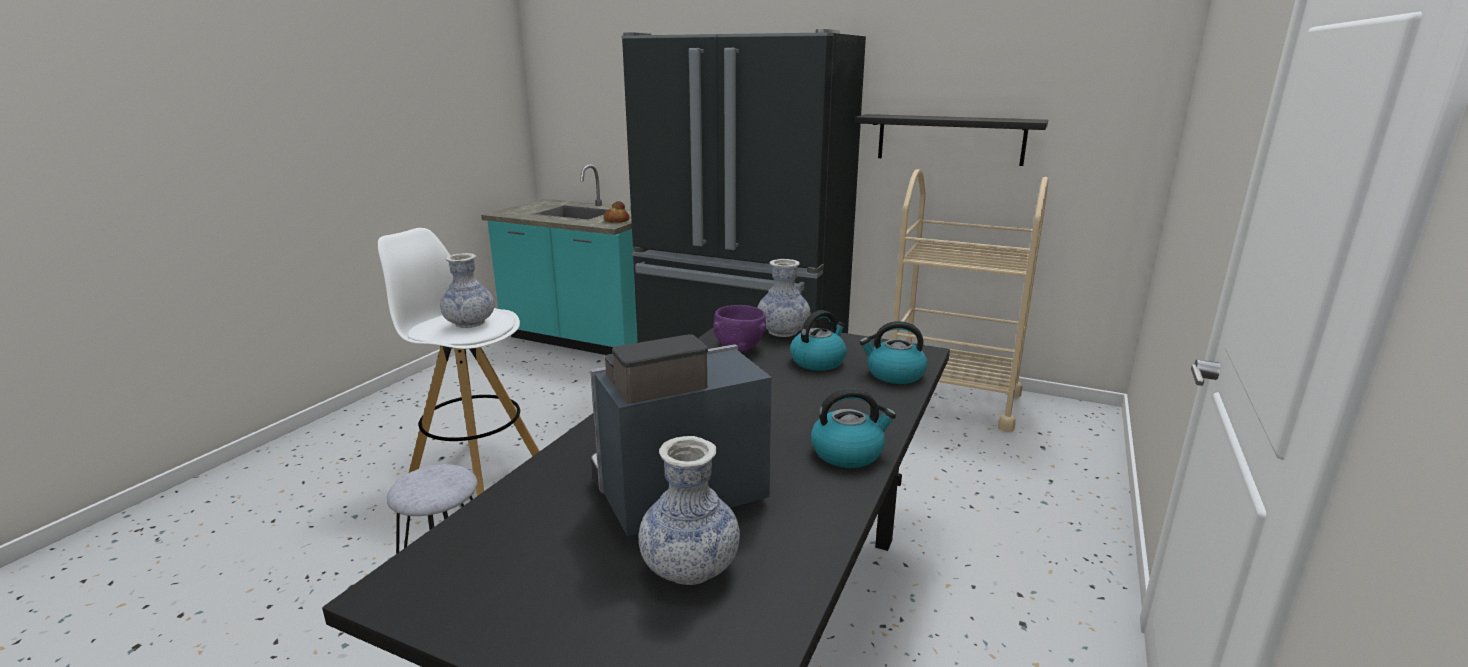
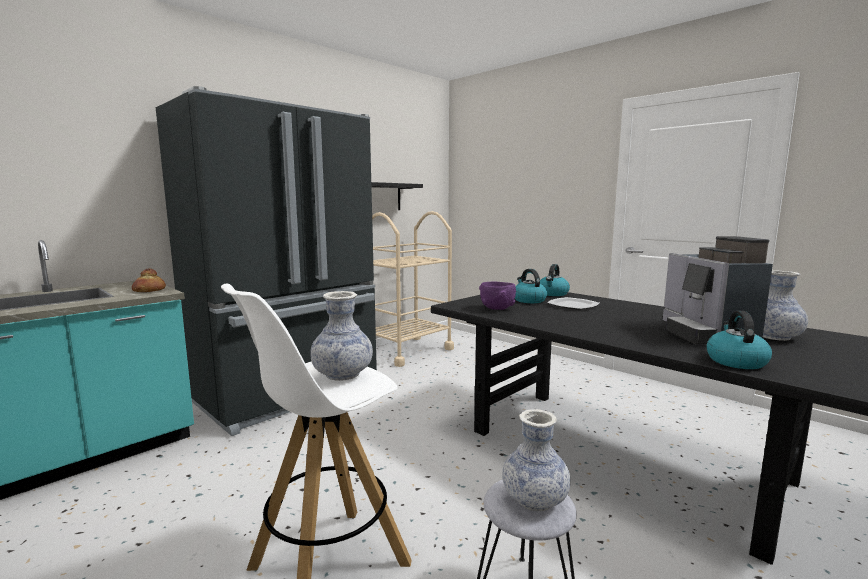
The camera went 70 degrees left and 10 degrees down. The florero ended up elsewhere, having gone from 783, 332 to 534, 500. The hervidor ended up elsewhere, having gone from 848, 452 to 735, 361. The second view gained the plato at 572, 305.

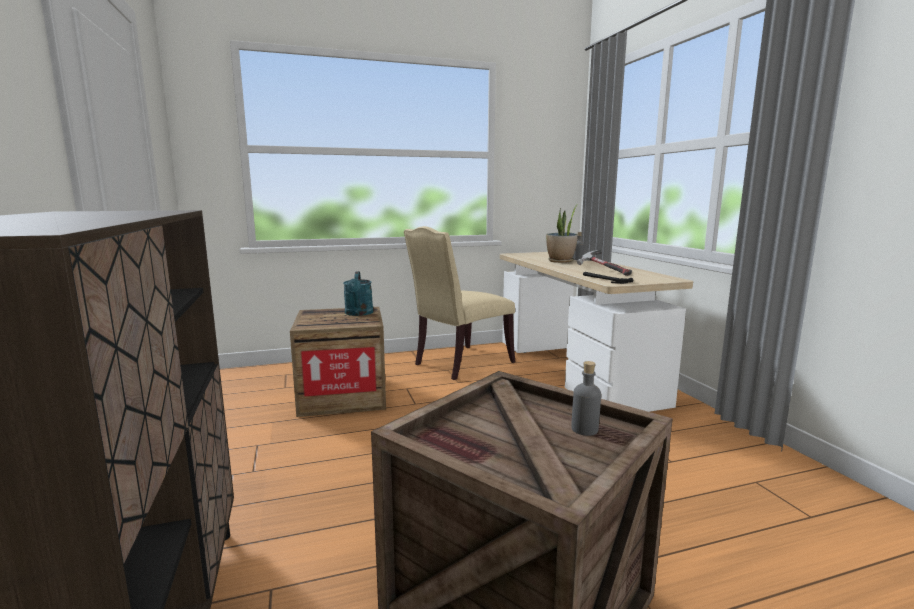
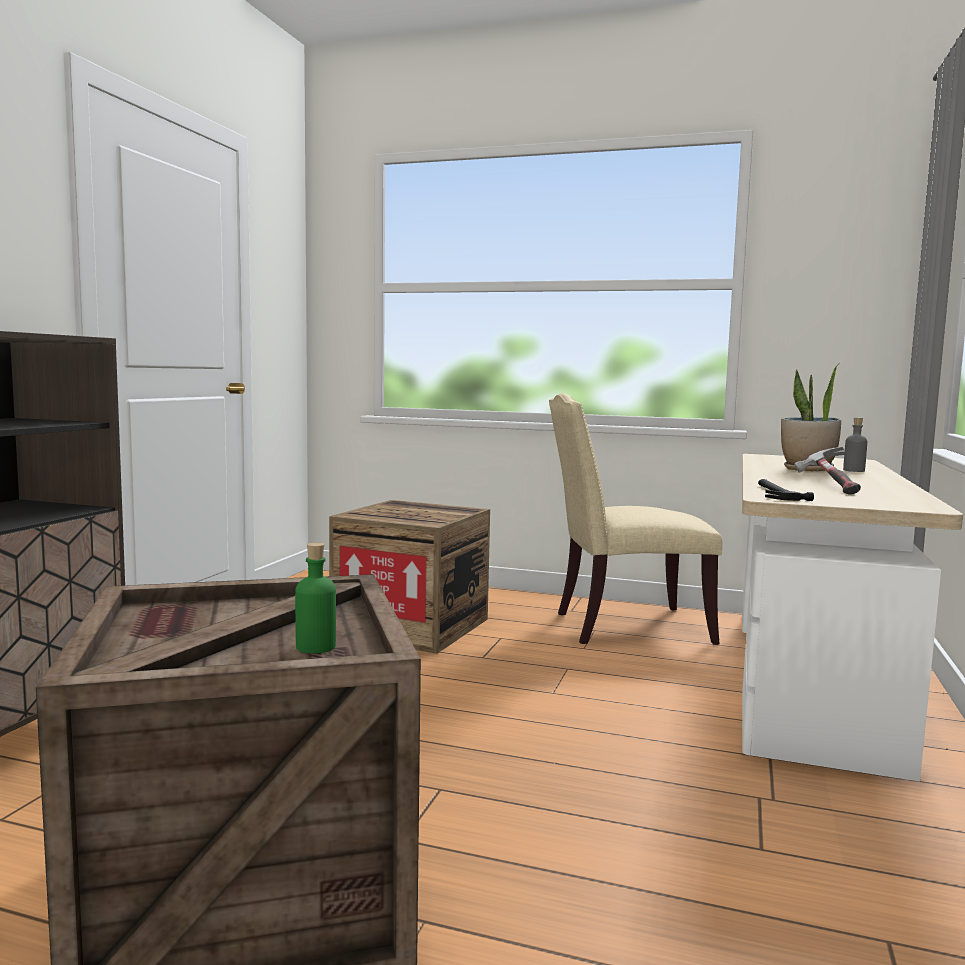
The camera went 35 degrees right and 5 degrees down. The second view lost the regadera [turquesa] at 358, 313. What was the botella [gris] at 584, 429 turned into the botella [verde] at 316, 647.

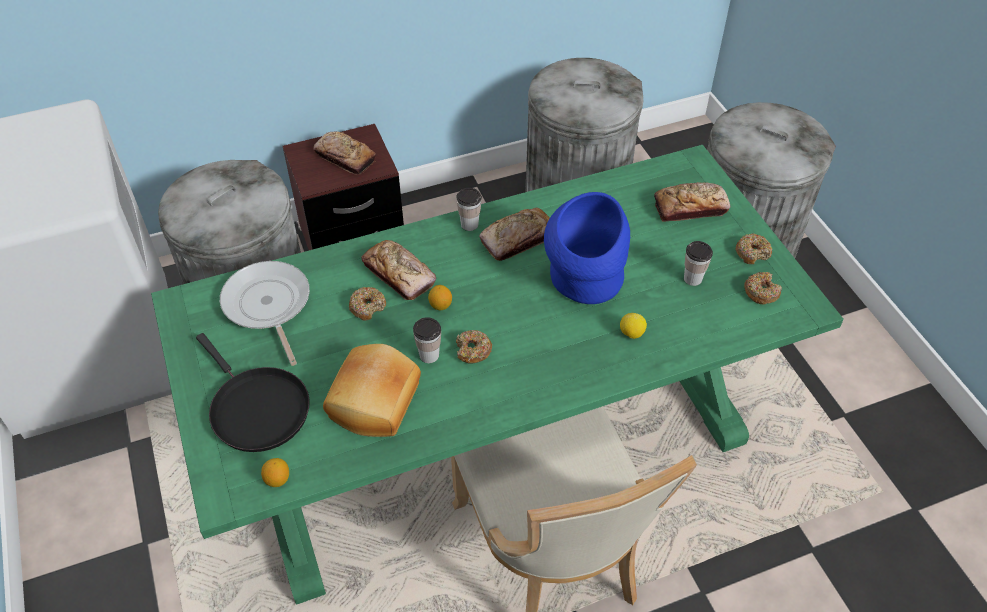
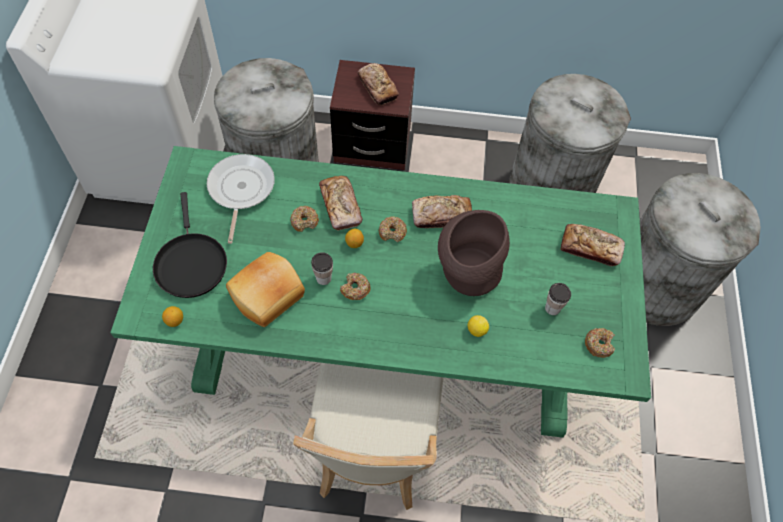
The camera went 25 degrees right and 10 degrees up. The second view lost the taza at 469, 224. What was the florero [azul] at 583, 284 turned into the florero [marrón] at 467, 274. The rosquilla ended up elsewhere, having gone from 752, 253 to 392, 232.

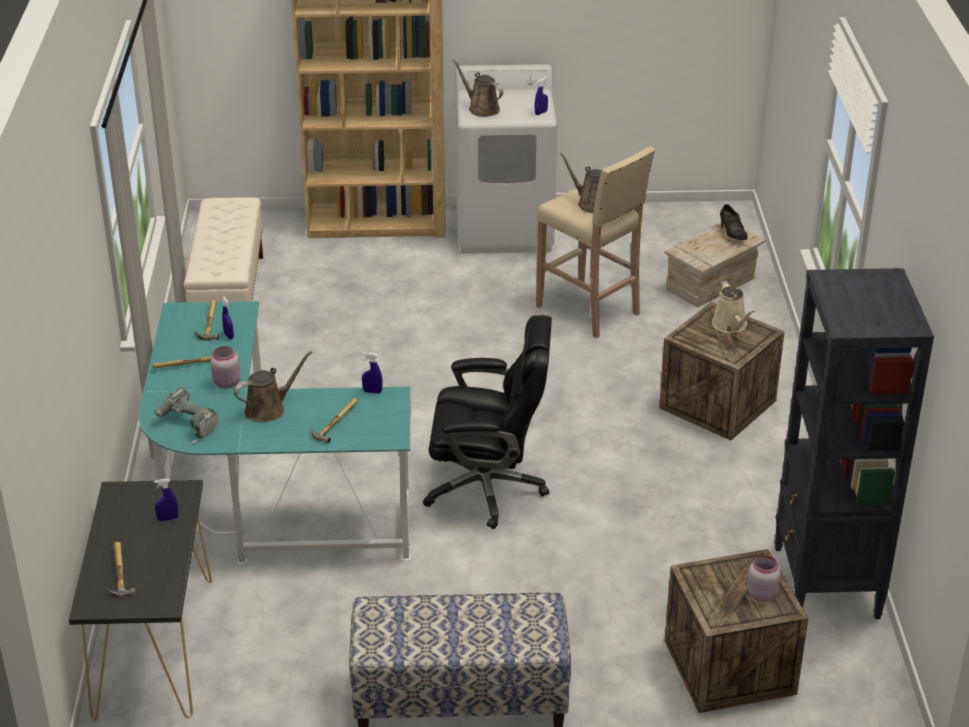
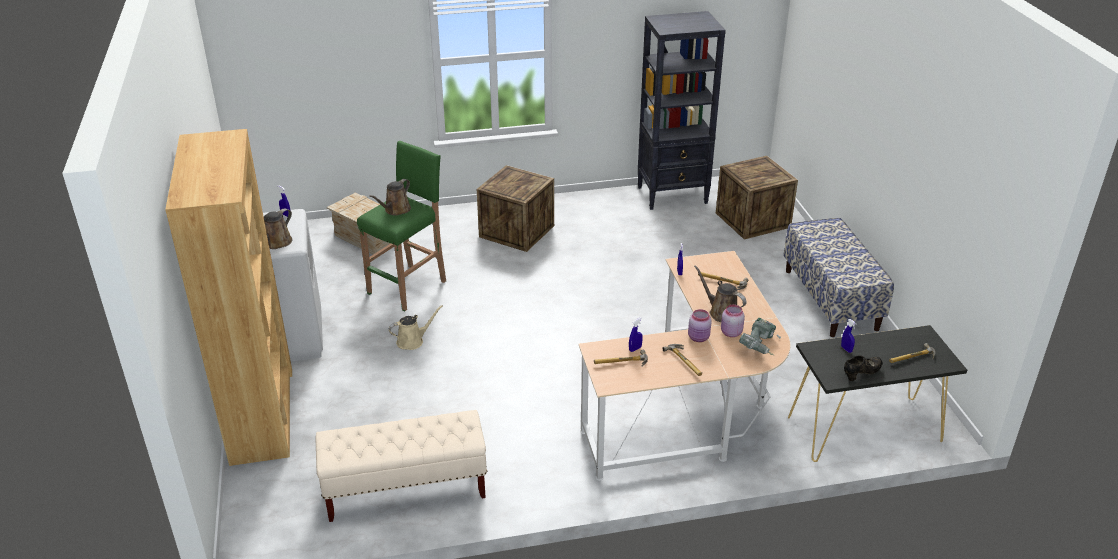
The camera went 100 degrees left and 0 degrees up. What was the escritorio [turquesa] at 259, 500 turned into the escritorio [beis] at 691, 410. The second view lost the silla de oficina [negro] at 488, 488. What was the taburete [beis] at 589, 311 turned into the taburete [verde] at 408, 286. The regadera [beis] ended up elsewhere, having gone from 731, 325 to 412, 341. The zapato [negro] ended up elsewhere, having gone from 732, 234 to 861, 373. The tarro [rosa] ended up elsewhere, having gone from 761, 593 to 730, 333.

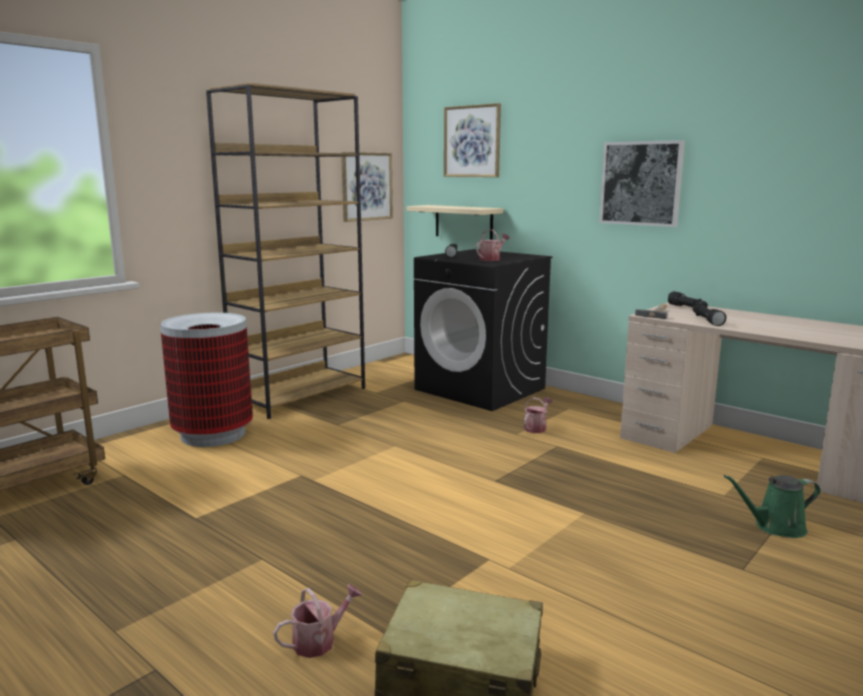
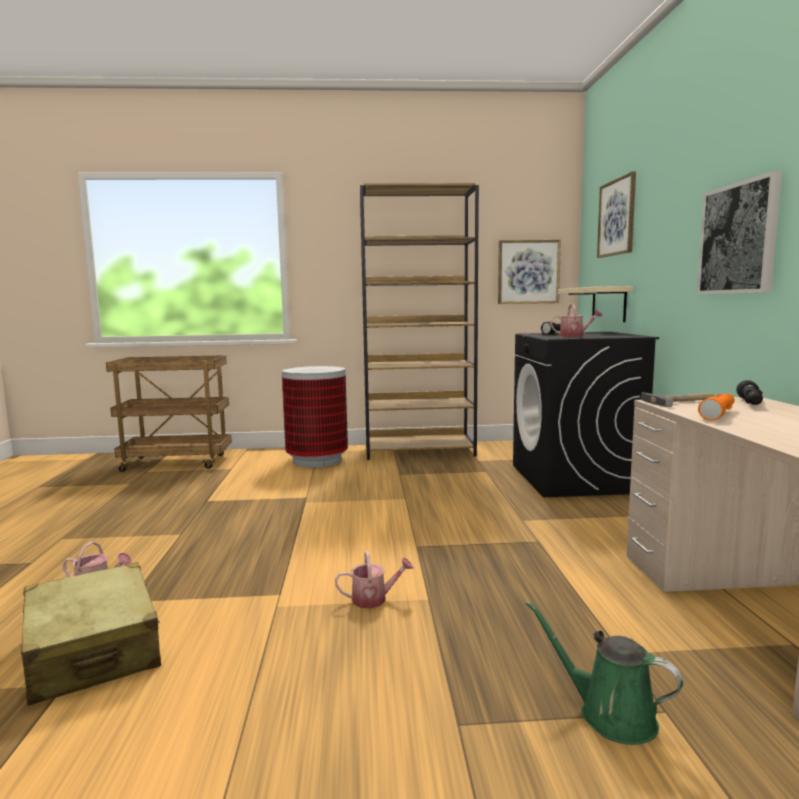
The camera went 45 degrees right and 5 degrees down. The regadera ended up elsewhere, having gone from 536, 428 to 374, 599. What was the linterna [negro] at 706, 320 turned into the linterna [naranja] at 718, 414.

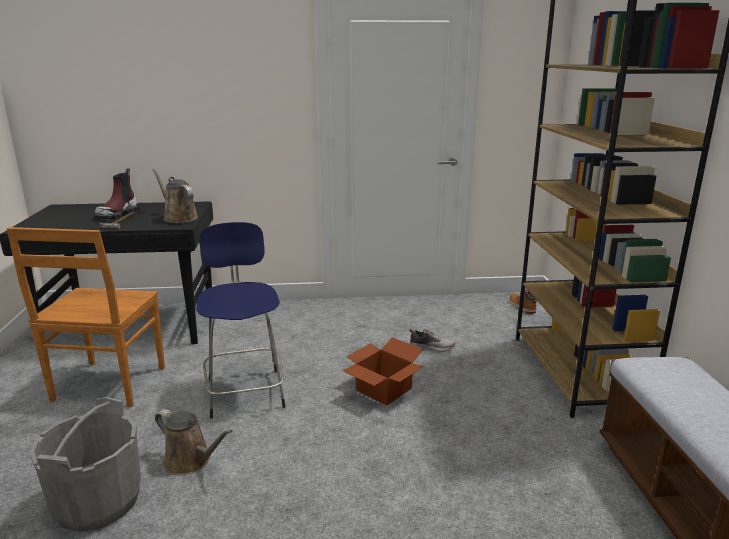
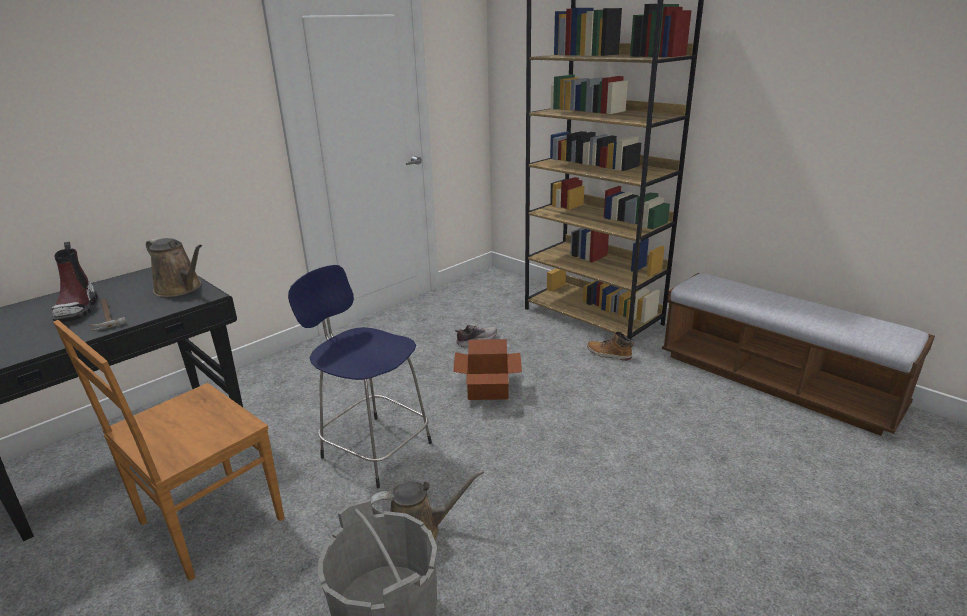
The camera went 40 degrees left and 5 degrees up. The silla [marrón] at 108, 385 ended up facing another way, 75 degrees clockwise from before. The regadera [marrón] at 178, 218 ended up facing another way, 150 degrees counterclockwise from before. The bota ended up elsewhere, having gone from 521, 307 to 608, 354.

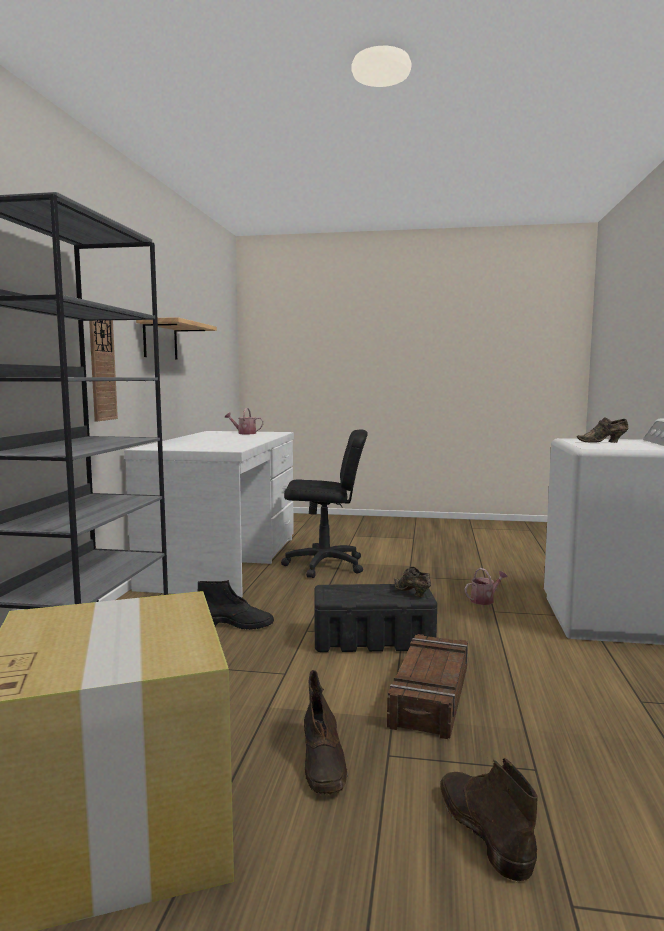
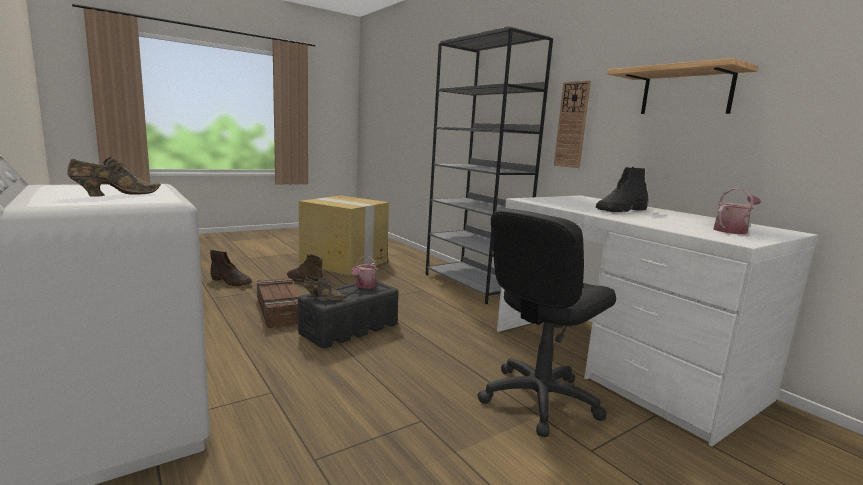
The camera went 135 degrees right and 5 degrees up. The bota [negro] ended up elsewhere, having gone from 237, 624 to 621, 211. The regadera ended up elsewhere, having gone from 484, 600 to 364, 286.

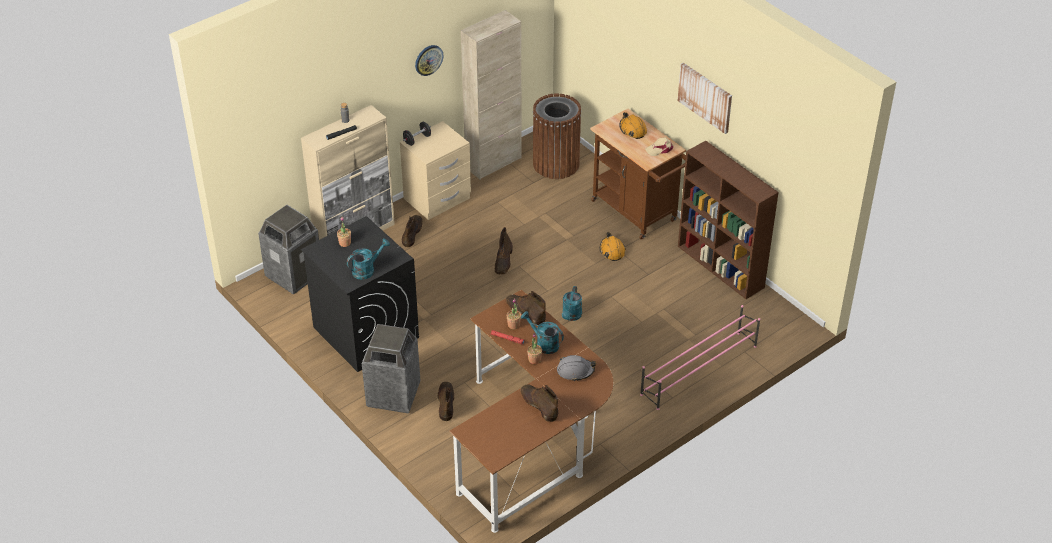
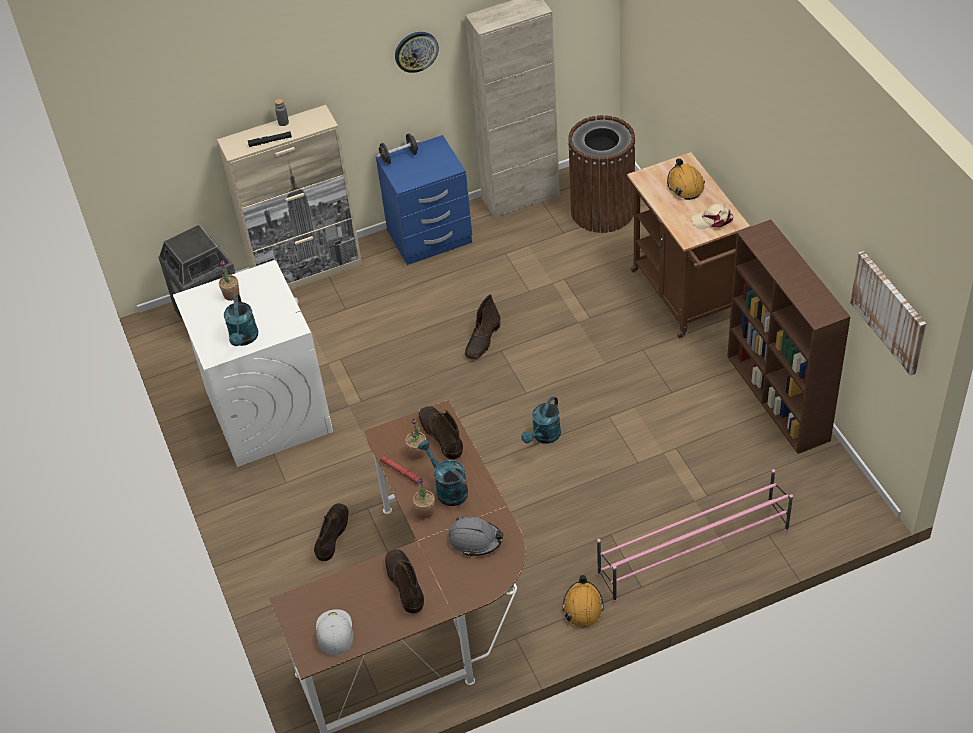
The camera went 20 degrees right and 5 degrees up. What was the lavadora [negro] at 365, 332 turned into the lavadora [blanco] at 268, 411. The regadera [turquesa] at 367, 270 ended up facing another way, 105 degrees clockwise from before. The second view lost the papelera at 393, 395. What was the mesita de noche [beis] at 437, 199 turned into the mesita de noche [azul] at 430, 237. The second view lost the bota [marrón] at 412, 233. The casco [naranja] ended up elsewhere, having gone from 612, 250 to 583, 607. The cuadro ended up elsewhere, having gone from 705, 97 to 889, 311. The second view gained the gorra [blanco] at 334, 632.

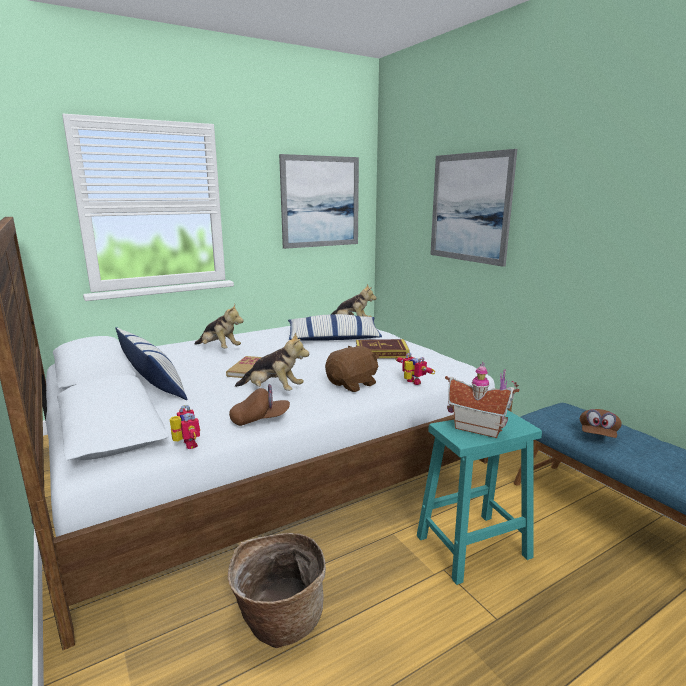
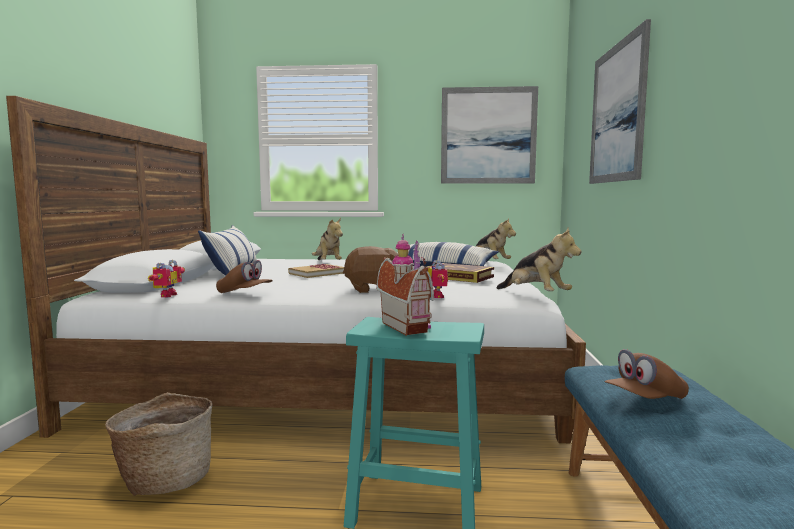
The camera went 35 degrees right and 10 degrees down. The peluche ended up elsewhere, having gone from 273, 390 to 535, 295.

